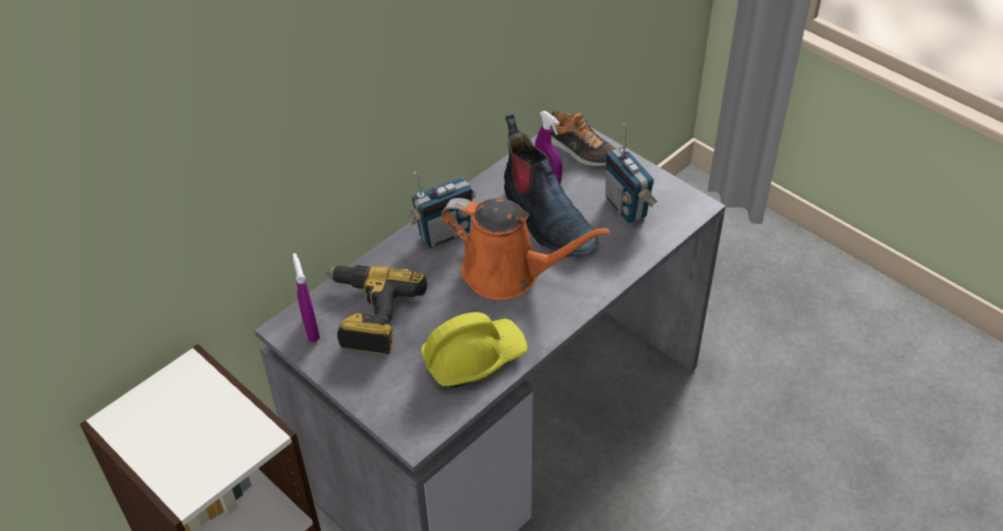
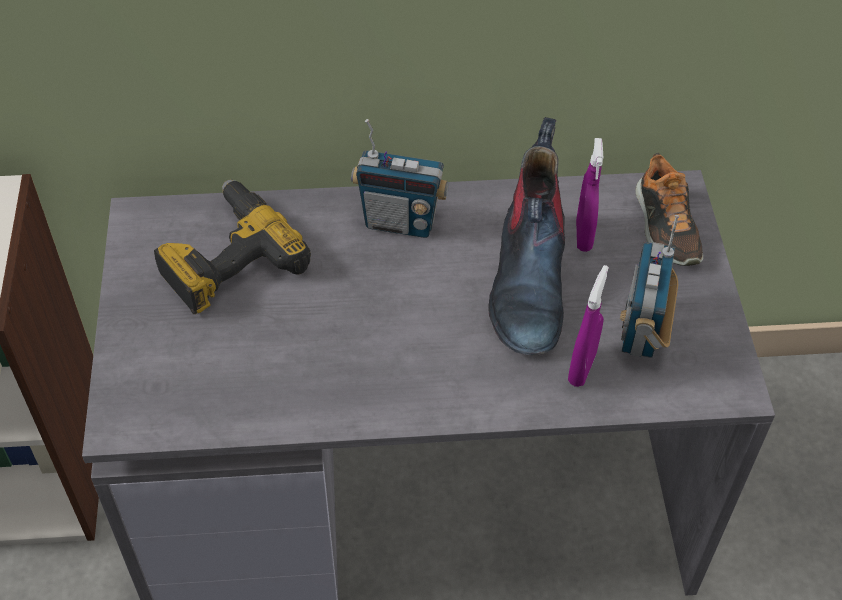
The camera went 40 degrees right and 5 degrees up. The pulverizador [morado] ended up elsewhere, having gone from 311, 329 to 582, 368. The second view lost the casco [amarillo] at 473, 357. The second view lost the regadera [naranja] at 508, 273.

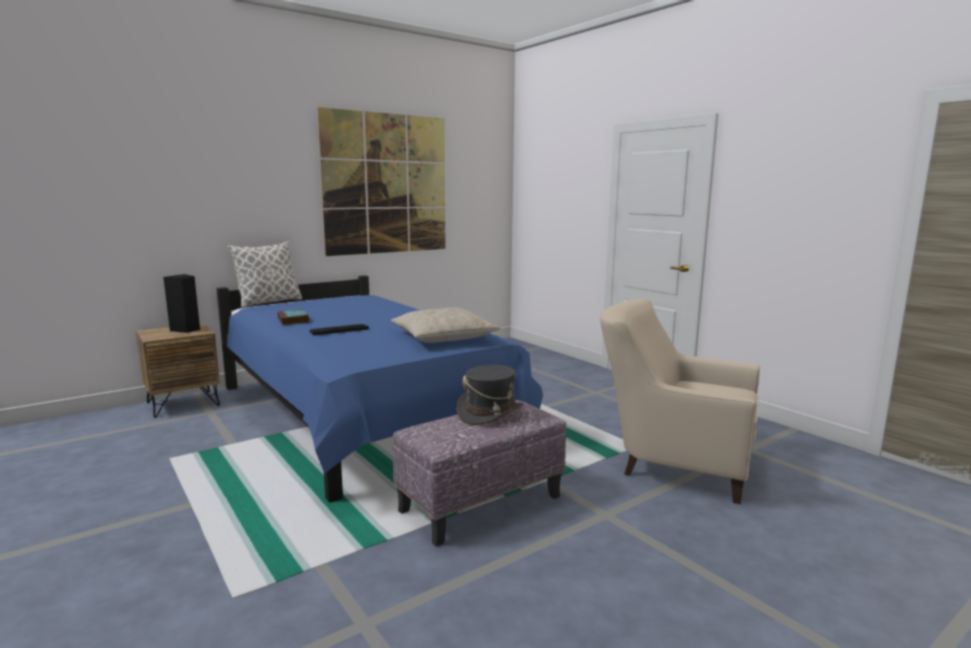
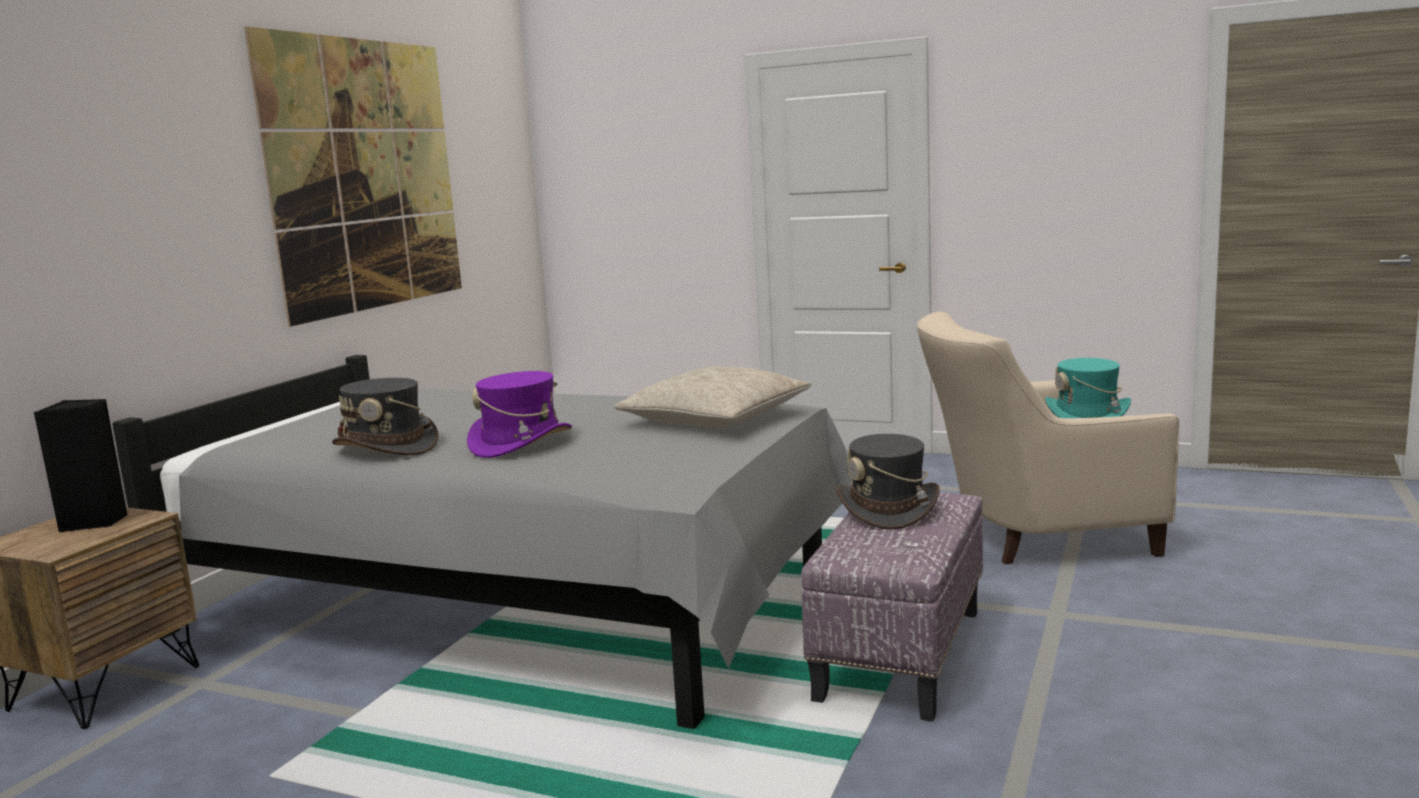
The camera went 30 degrees left and 0 degrees up. What was the cama [azul] at 360, 416 turned into the cama [gris] at 519, 604. The second view lost the cojín at 268, 303. Where the libro stood at 293, 320, the sombrero [gris] came to stand at 387, 447. Where the teclado stood at 339, 330, the sombrero [morado] came to stand at 521, 443. The second view gained the sombrero [turquesa] at 1087, 417.

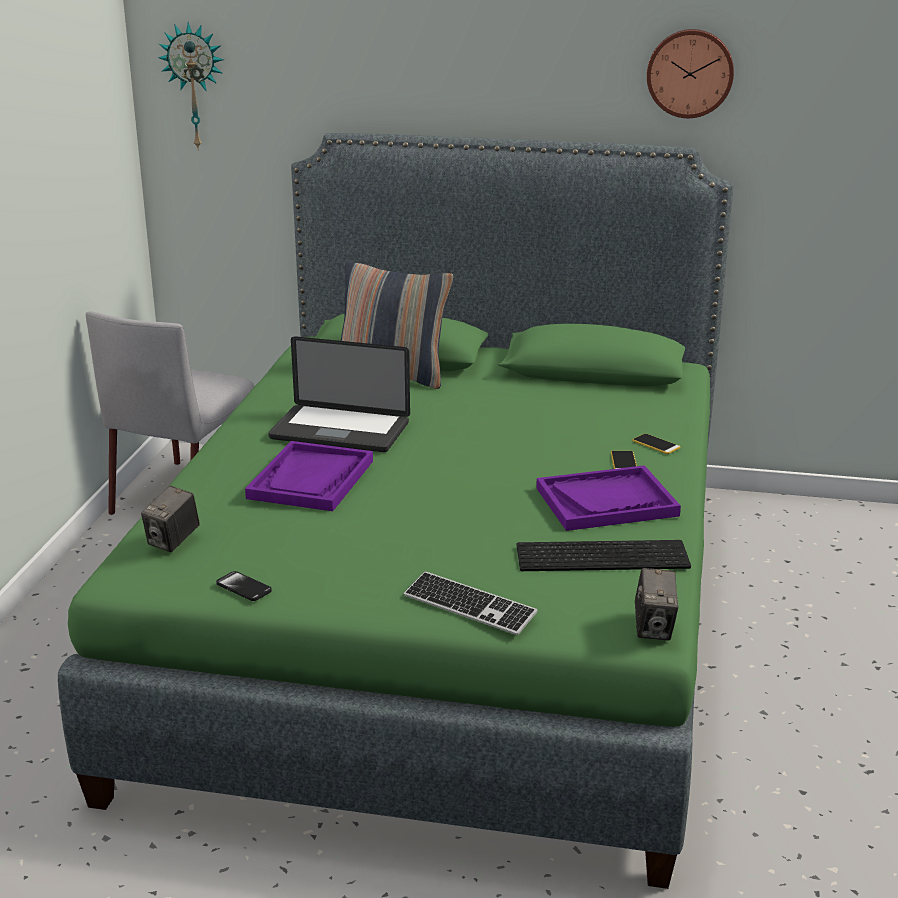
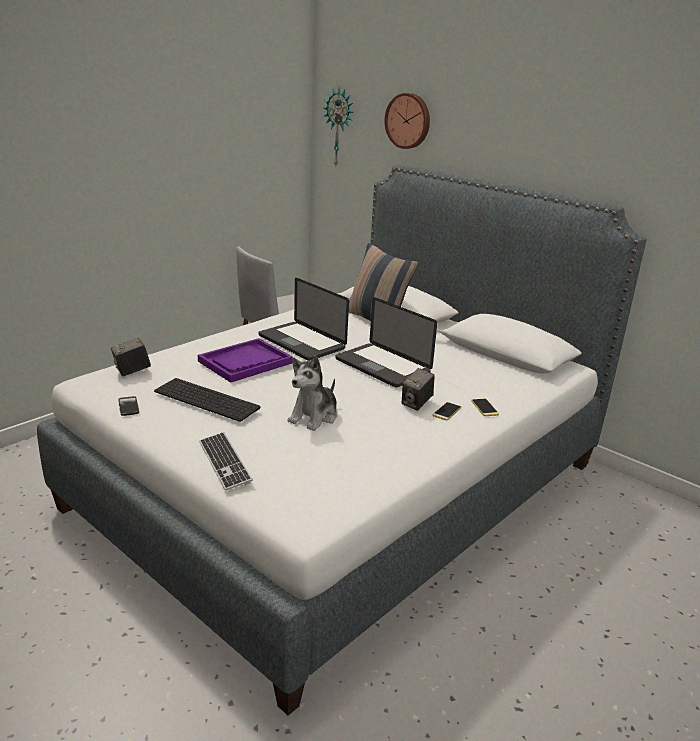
The camera went 30 degrees right and 0 degrees up. What was the cama [verde] at 447, 620 turned into the cama [blanco] at 343, 484. The teclado ended up elsewhere, having gone from 603, 555 to 208, 399. The second view lost the bandeja [morado] at 606, 502. The cámara ended up elsewhere, having gone from 654, 628 to 416, 404. The reloj de pared ended up elsewhere, having gone from 690, 73 to 408, 121. The second view gained the peluche at 314, 417. The second view gained the portátil at 382, 366.

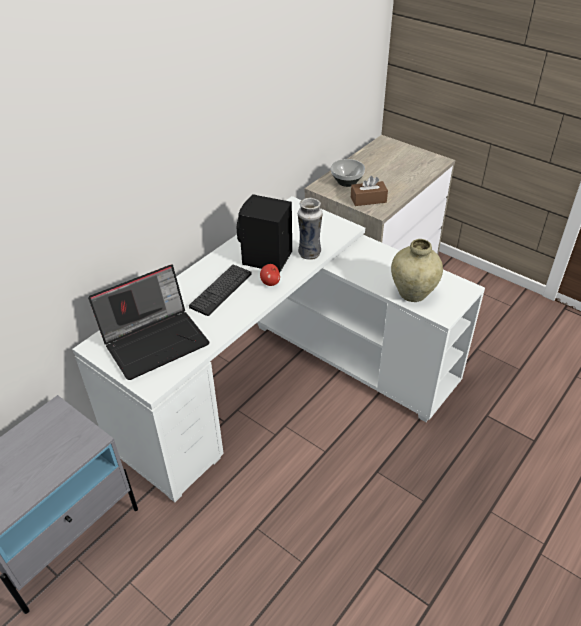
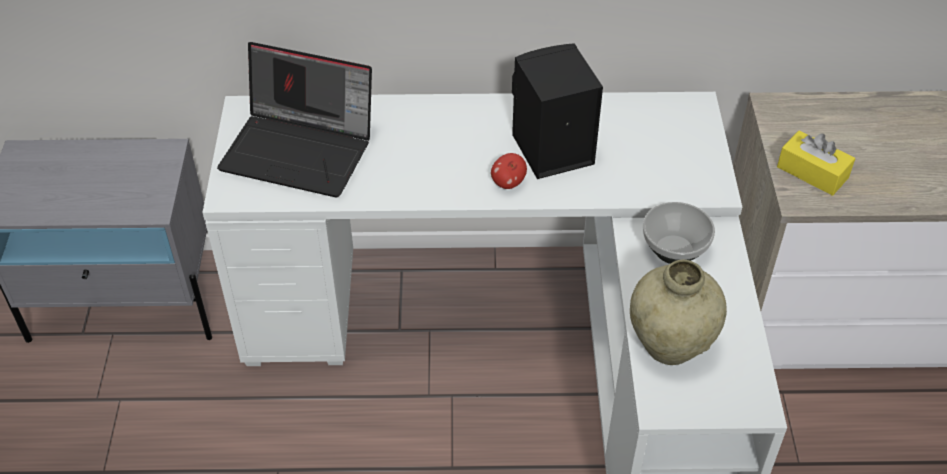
The camera went 50 degrees right and 5 degrees up. The second view lost the teclado at 221, 290. The second view lost the florero at 309, 253. The cuenco ended up elsewhere, having gone from 347, 182 to 674, 251. What was the caja de pañuelos [marrón] at 368, 199 turned into the caja de pañuelos [amarillo] at 812, 172.

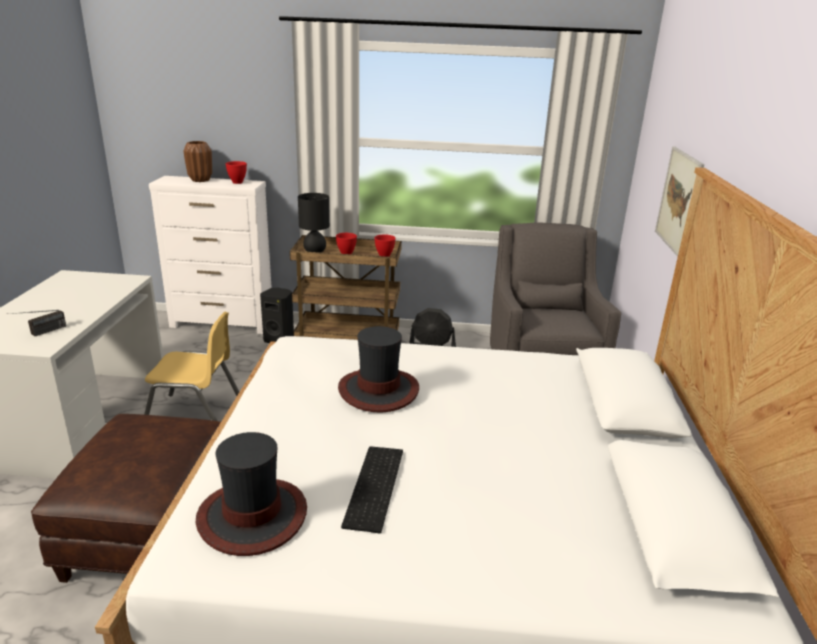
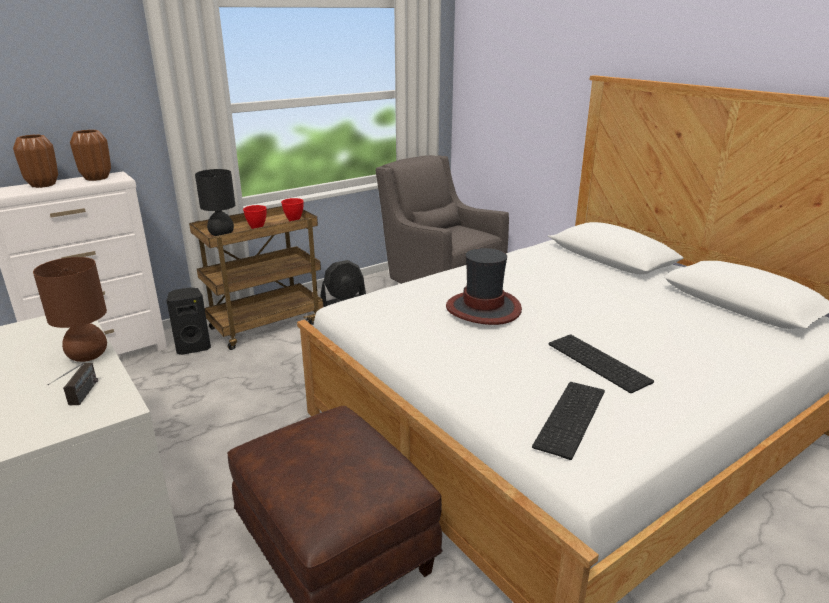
The camera went 40 degrees left and 0 degrees up. The second view lost the silla [amarillo] at 195, 415. Where the sombrero stood at 253, 516, the teclado came to stand at 572, 419. Where the cuenco [rojo] stood at 237, 182, the florero [marrón] came to stand at 96, 178. The second view lost the cuadro at 678, 201. The second view gained the lámpara de mesa [marrón] at 88, 356.

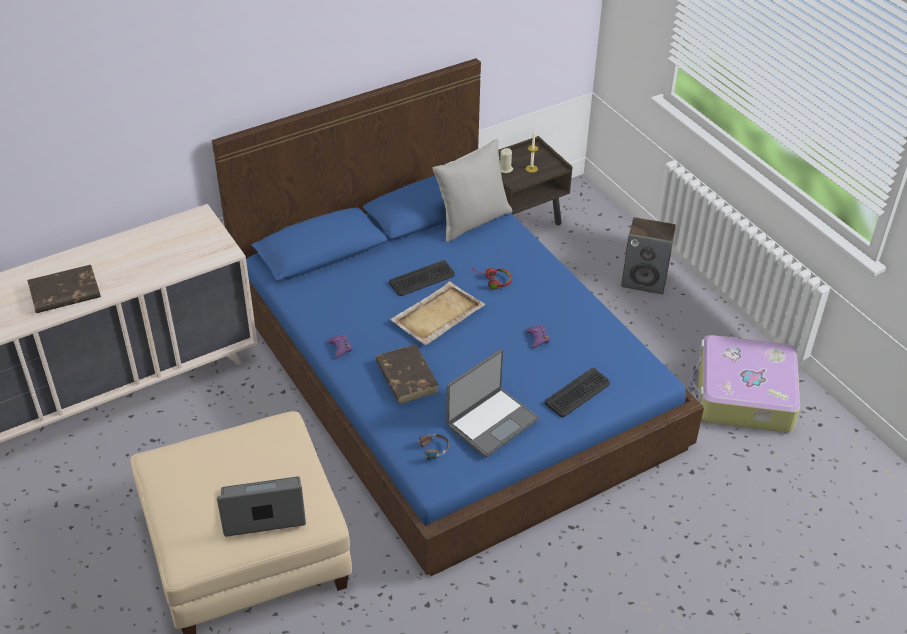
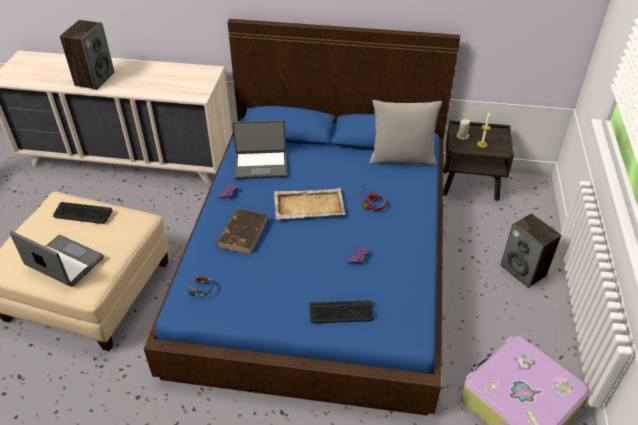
The camera went 40 degrees right and 0 degrees up. Where the libro [marrón] stood at 64, 293, the altavoz came to stand at 94, 79. The teclado ended up elsewhere, having gone from 422, 279 to 82, 214. The portátil ended up elsewhere, having gone from 491, 422 to 261, 165.

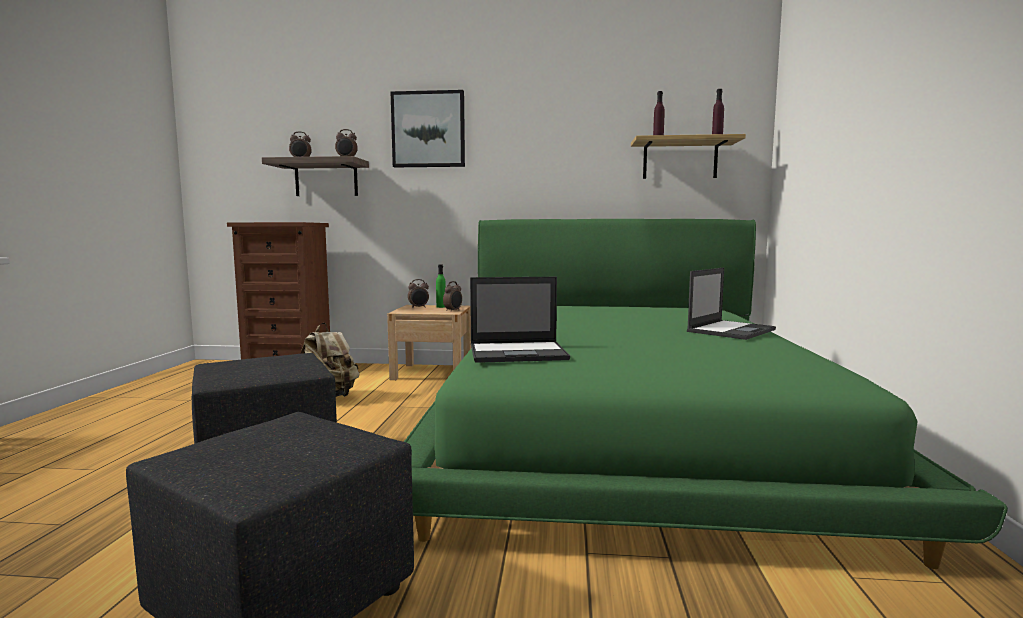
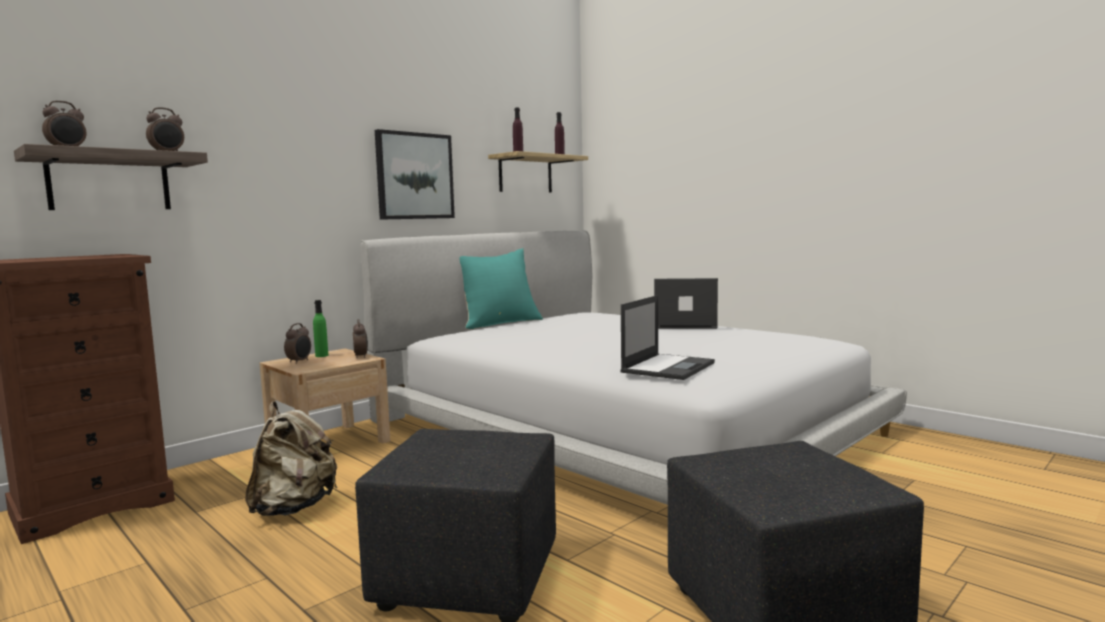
The camera went 50 degrees left and 0 degrees up. The cuadro ended up elsewhere, having gone from 428, 129 to 414, 176. What was the cama [verde] at 626, 426 turned into the cama [blanco] at 619, 426. The portátil at 731, 330 ended up facing another way, 75 degrees counterclockwise from before. The second view gained the cojín [turquesa] at 499, 323.

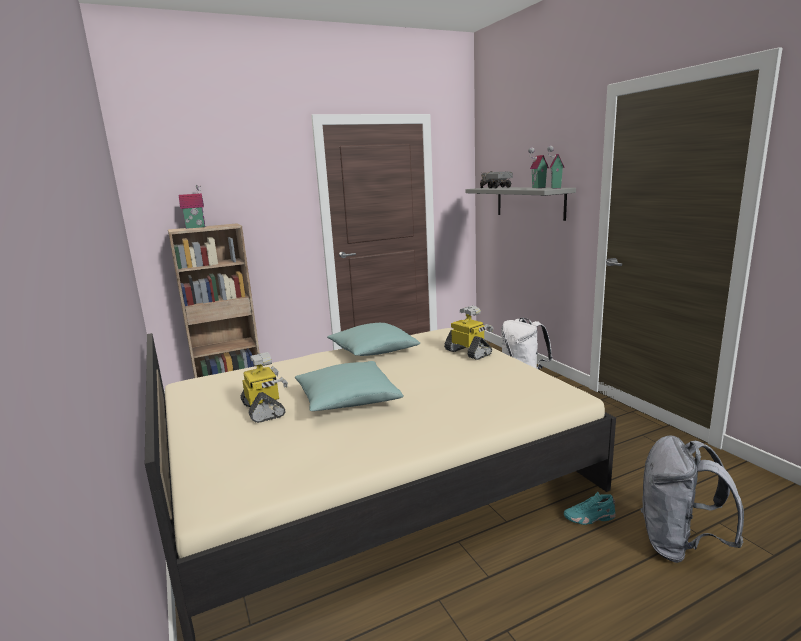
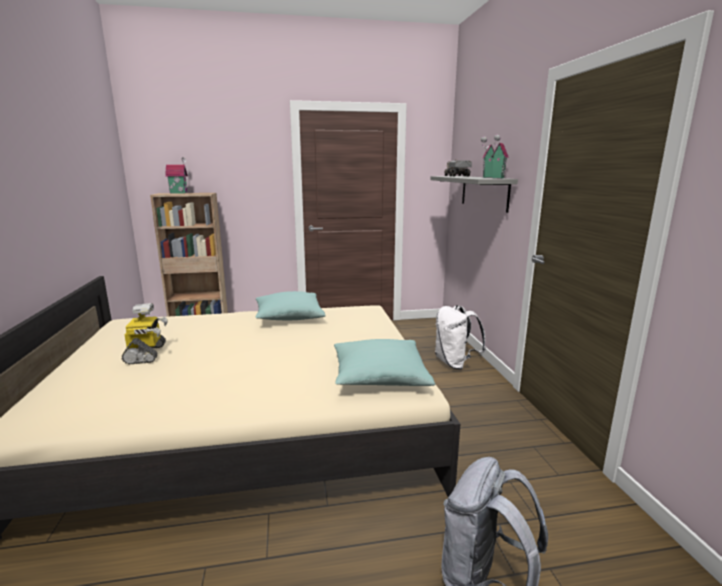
The camera went 15 degrees right and 0 degrees up. The cojín [turquesa] ended up elsewhere, having gone from 347, 400 to 379, 376. The second view lost the robot de juguete at 468, 352. The second view lost the zapato [turquesa] at 589, 517.

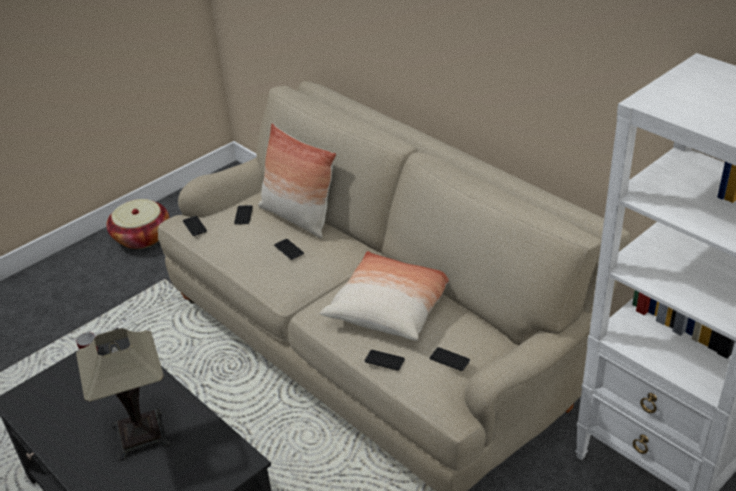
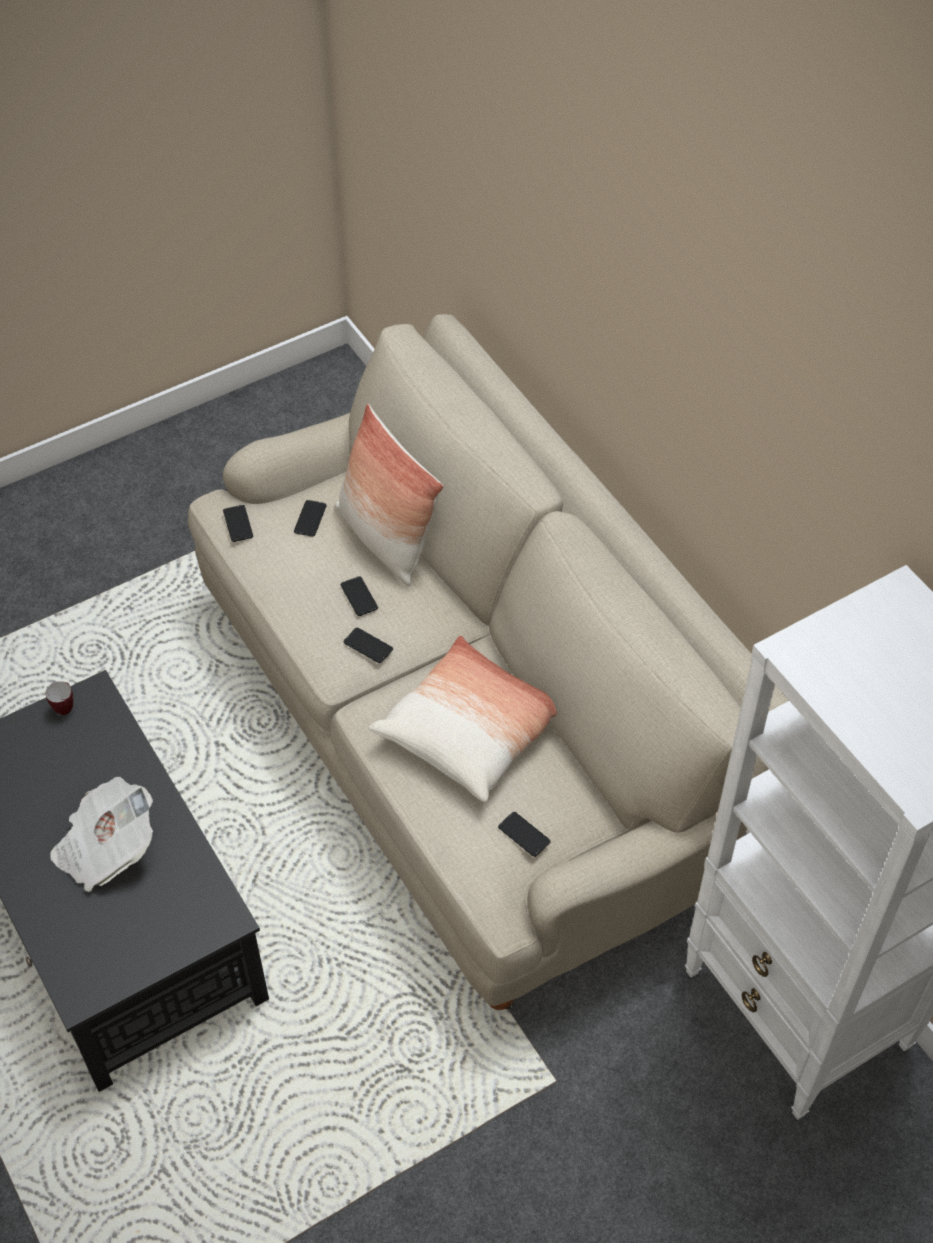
The camera went 10 degrees right and 15 degrees up. Where the lámpara de mesa stood at 140, 434, the periódico came to stand at 106, 848. The second view lost the cesta at 142, 237. The móvil ended up elsewhere, having gone from 384, 360 to 368, 646.

